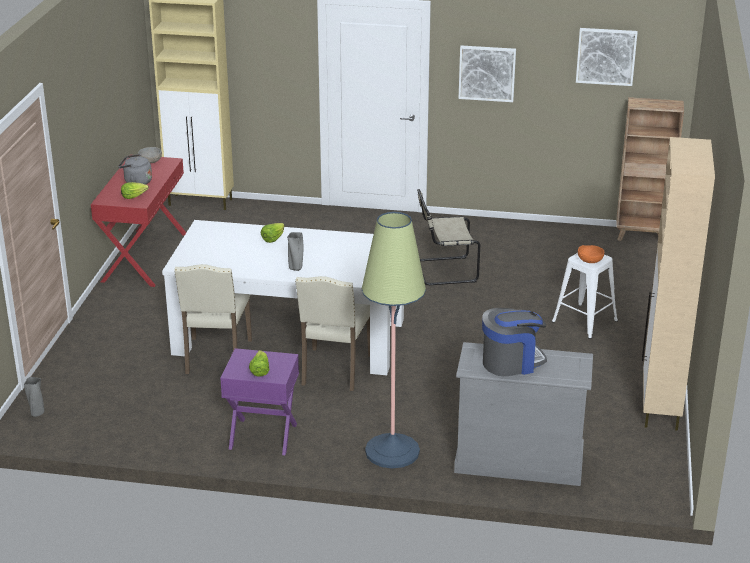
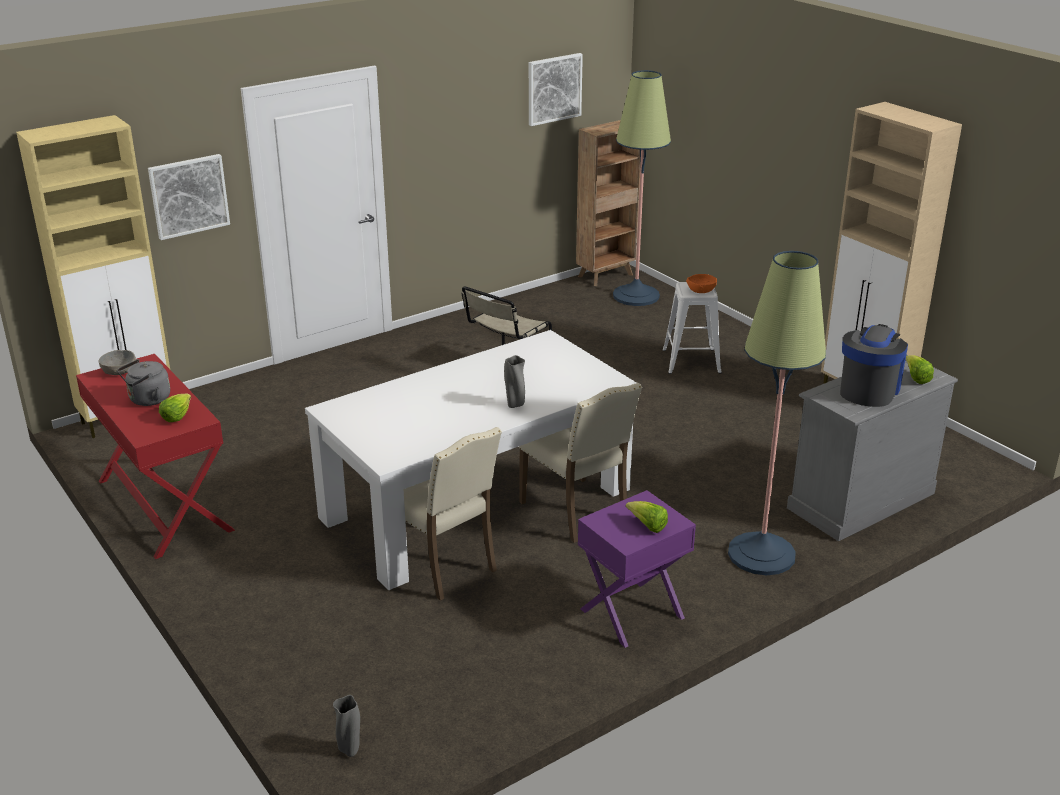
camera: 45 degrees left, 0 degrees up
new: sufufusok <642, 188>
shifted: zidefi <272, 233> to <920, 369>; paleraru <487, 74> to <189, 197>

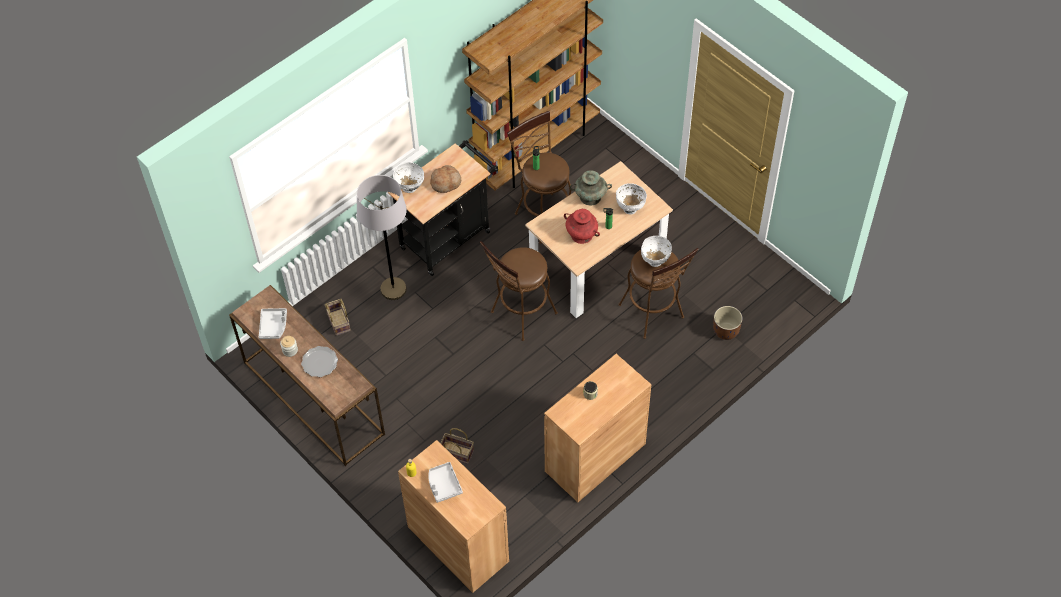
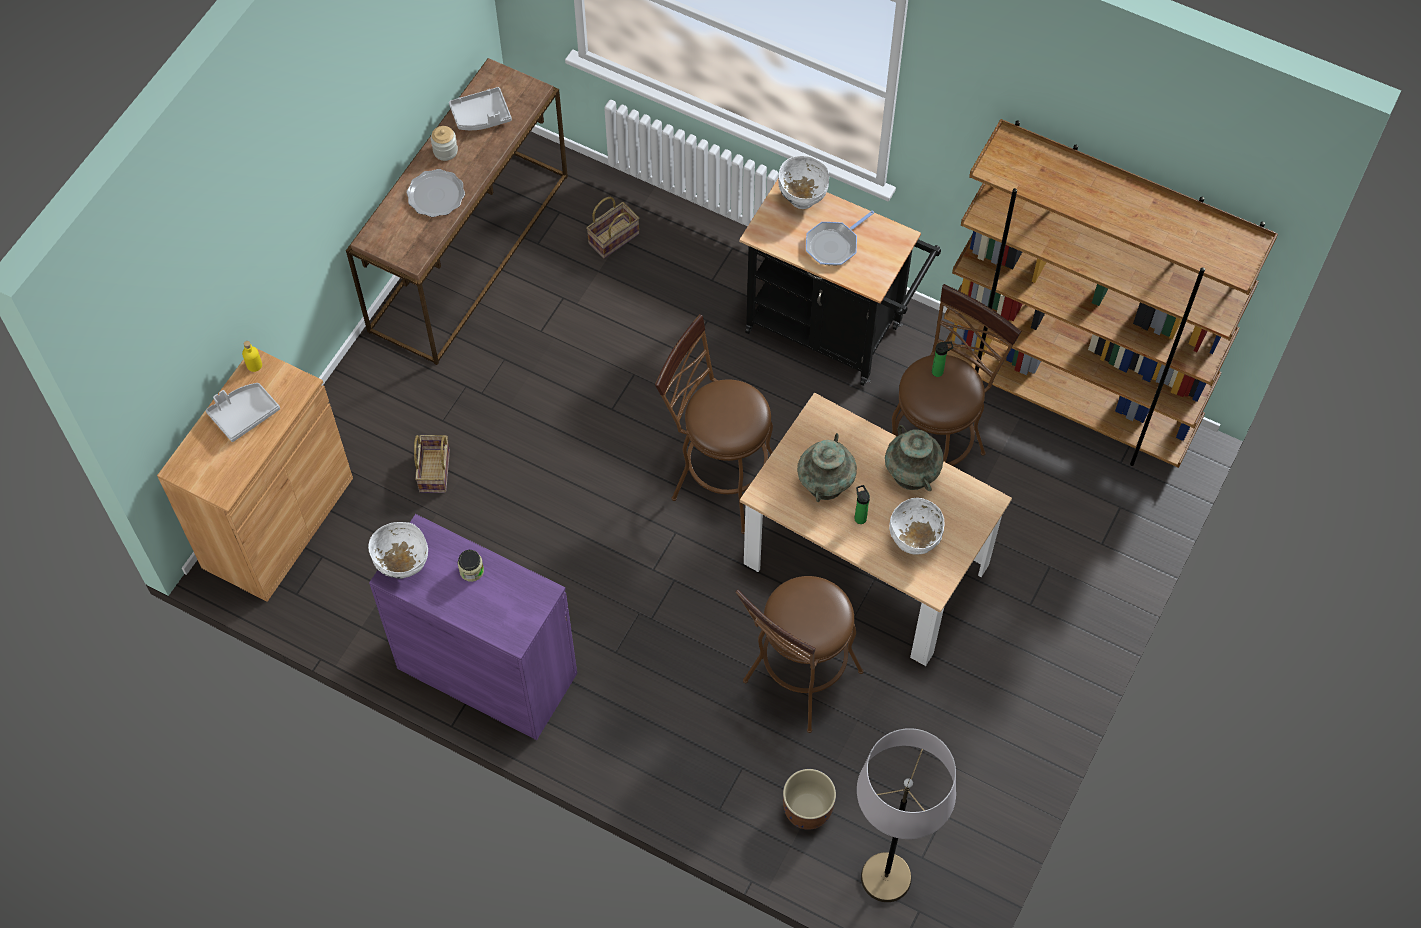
camera: 70 degrees right, 5 degrees up
shifted: grey_sufufusok <382, 237> to <906, 815>; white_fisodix <656, 251> to <398, 550>
swapped: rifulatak <445, 179> to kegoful <840, 238>
repainted: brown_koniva <597, 428> to purple_koniva <473, 627>; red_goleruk <582, 226> to turquoise_goleruk <827, 467>

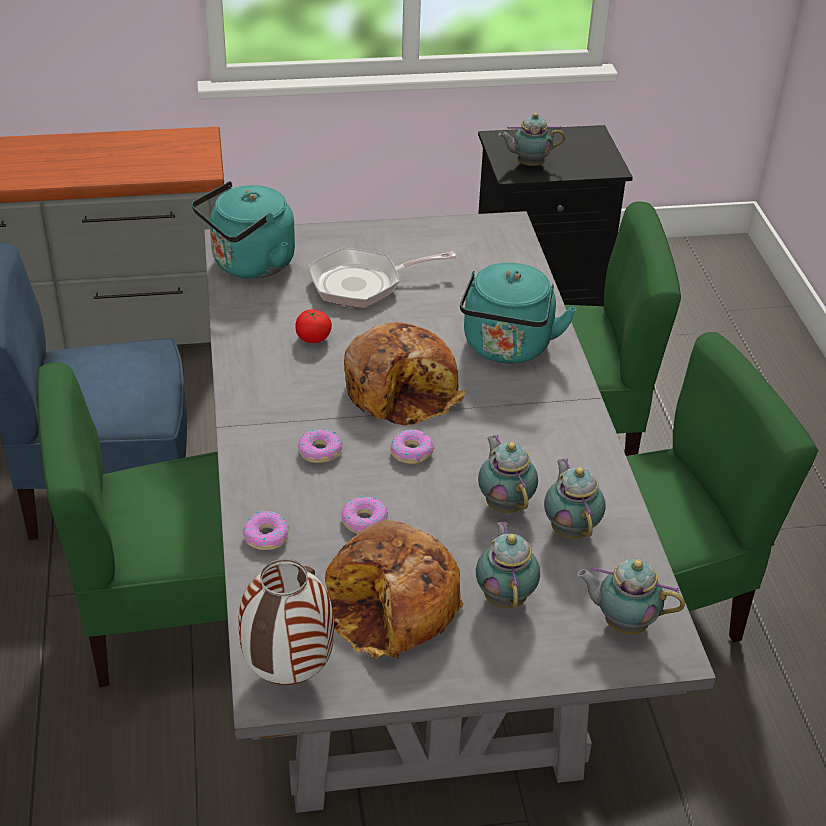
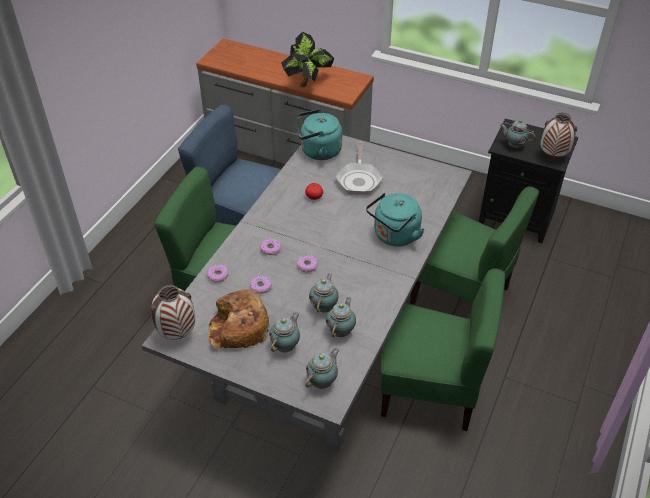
camera: 35 degrees right, 5 degrees up
gone: rifulatak <405, 374>
new: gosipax <307, 59>; goleruk <559, 135>
rotated: kegoful <383, 278> = <359, 168> 105 degrees counterclockwise; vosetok <631, 597> = <322, 368> 75 degrees clockwise

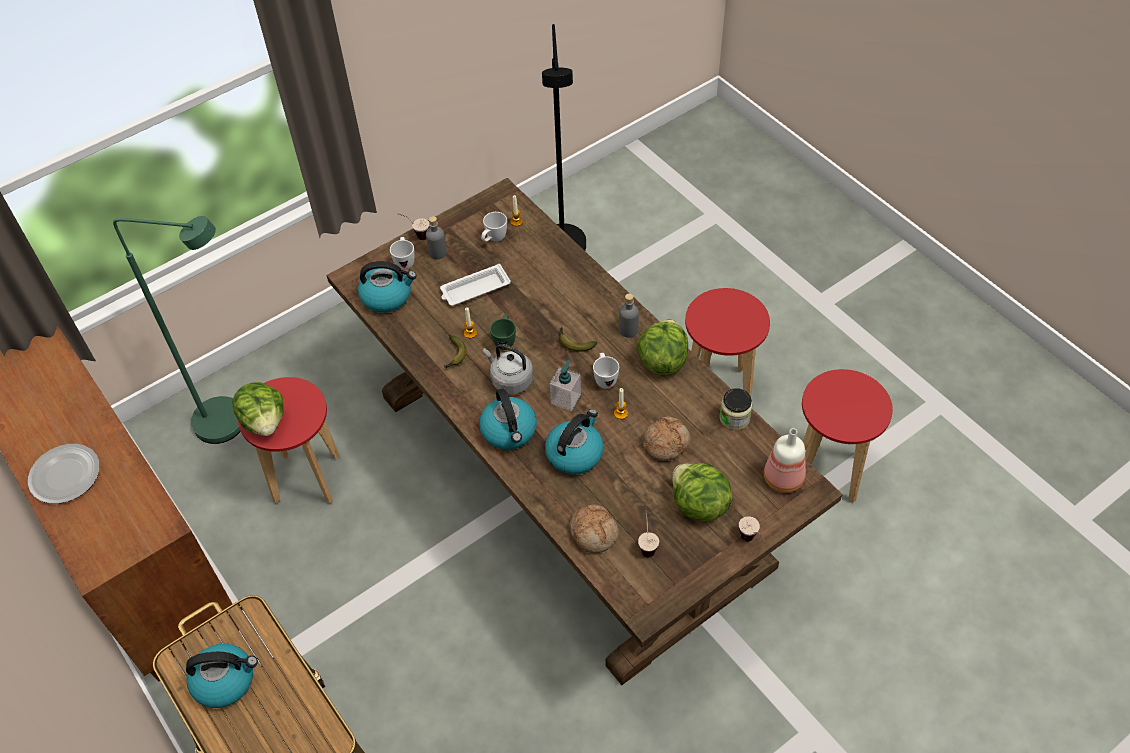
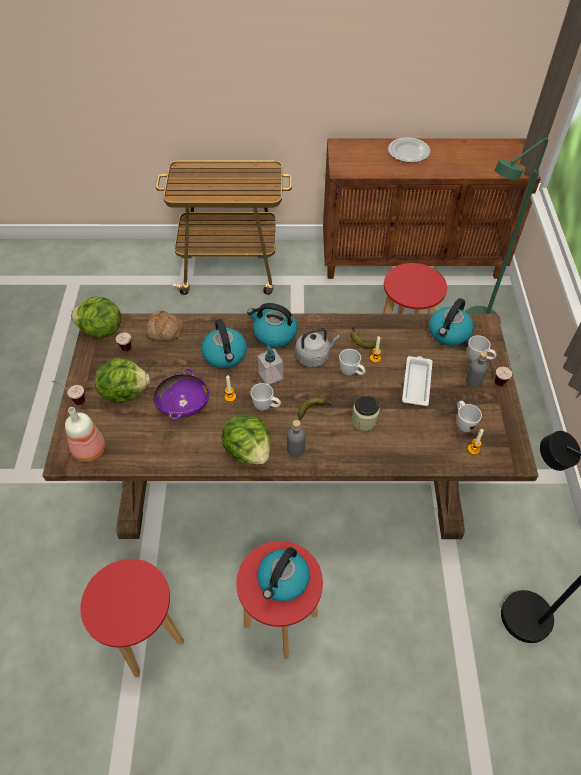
camera: 125 degrees right, 0 degrees up
shifted: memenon <222, 676> to <283, 574>; zidefi <258, 409> to <96, 317>; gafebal <736, 409> to <366, 413>
swapped: rifulatak <667, 439> to purple_fisodix <181, 394>
repainted: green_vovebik <503, 332> to white_vovebik <352, 362>

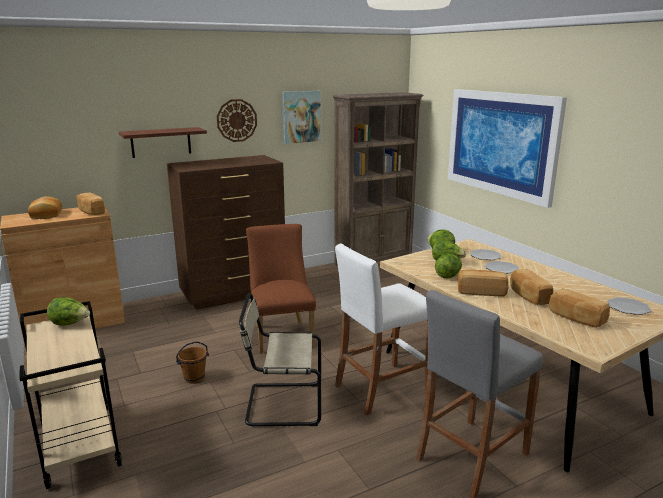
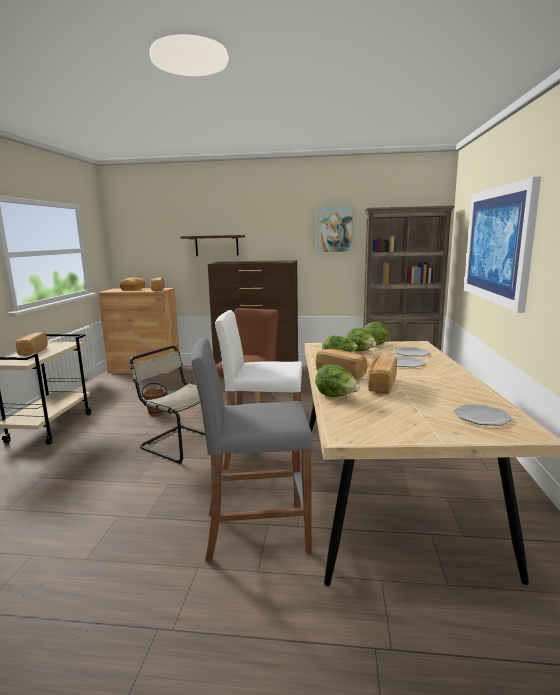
camera: 35 degrees right, 5 degrees down
gone: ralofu <237, 120>
shifted: zidefi <68, 311> to <337, 381>; rifulatak <579, 308> to <32, 344>

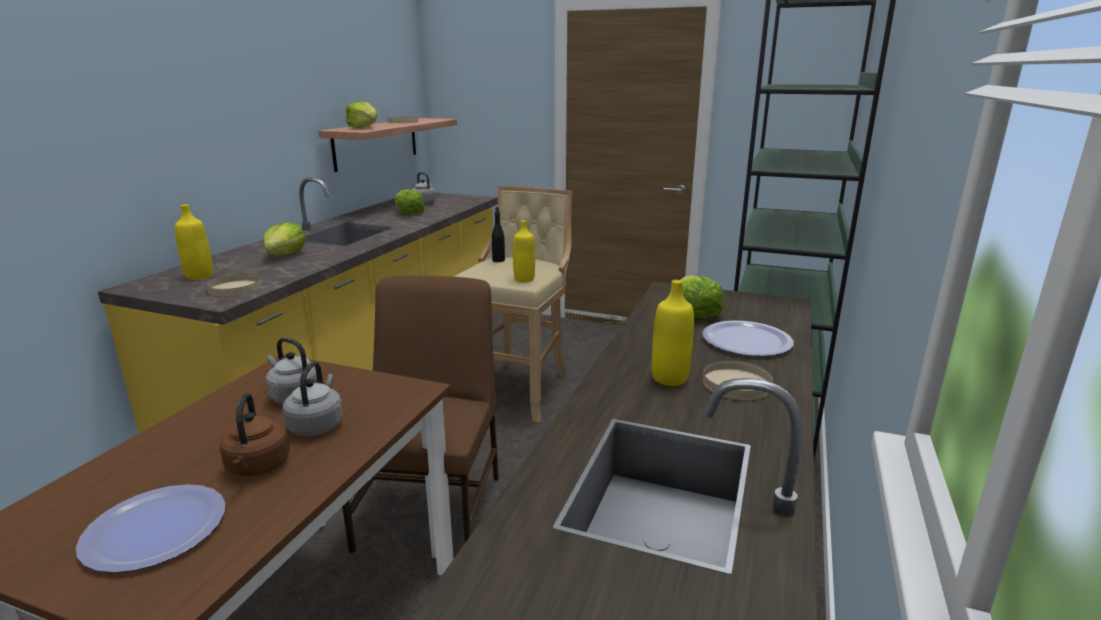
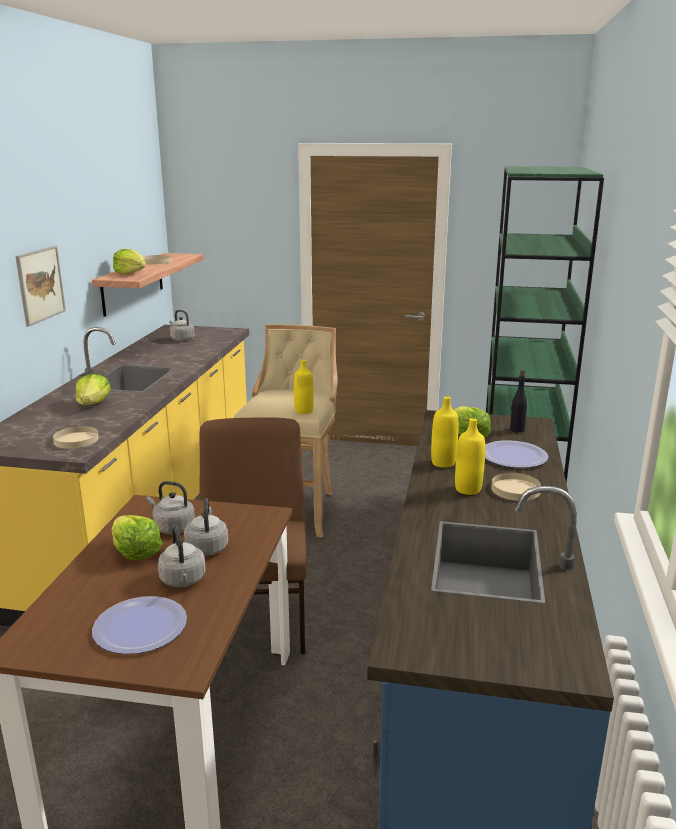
camera: 10 degrees left, 0 degrees up
new: paleraru <40, 286>
shifted: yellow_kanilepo <194, 242> to <445, 432>; zidefi <410, 202> to <137, 537>; black_kanilepo <498, 234> to <518, 401>
repainted: brown_memenon <254, 434> to grey_memenon <182, 556>

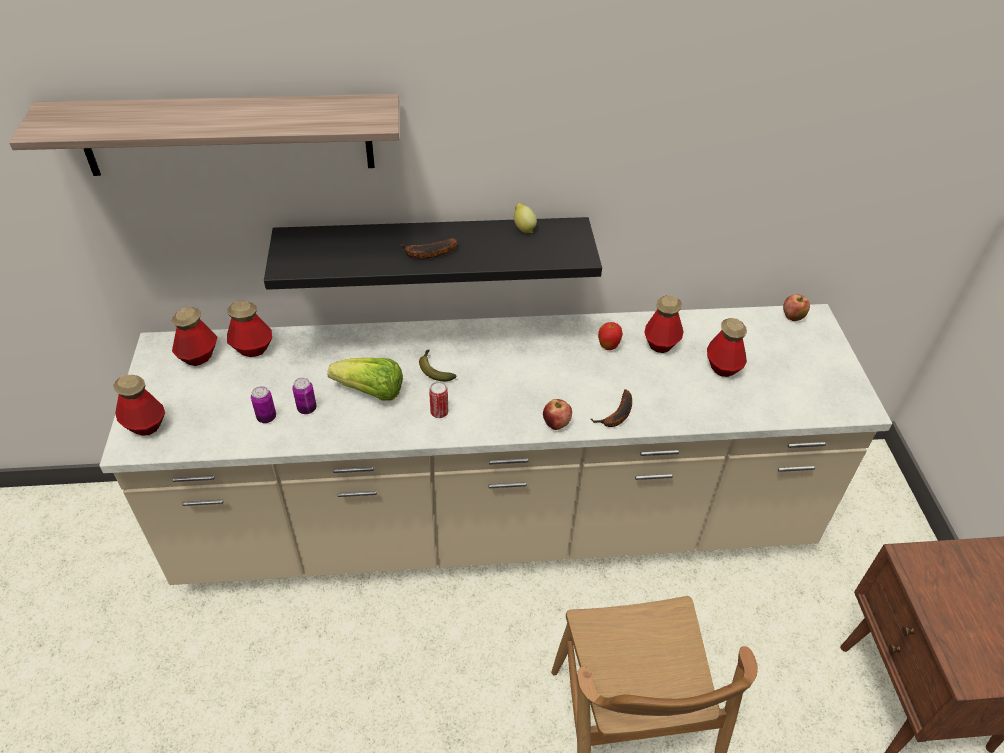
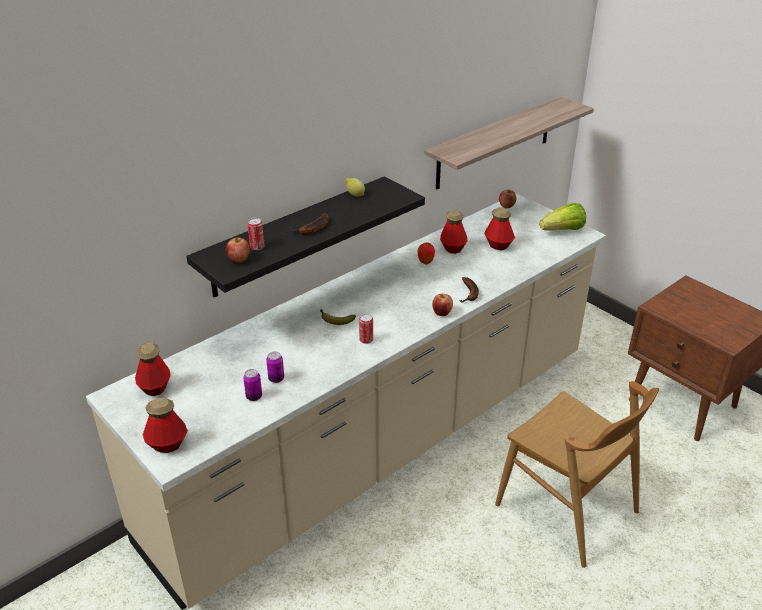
camera: 35 degrees left, 10 degrees down
gone: kanilepo <249, 329>
new: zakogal <238, 250>; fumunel <256, 234>
shifted: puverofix <204, 135> to <509, 143>; zidefi <365, 379> to <563, 217>

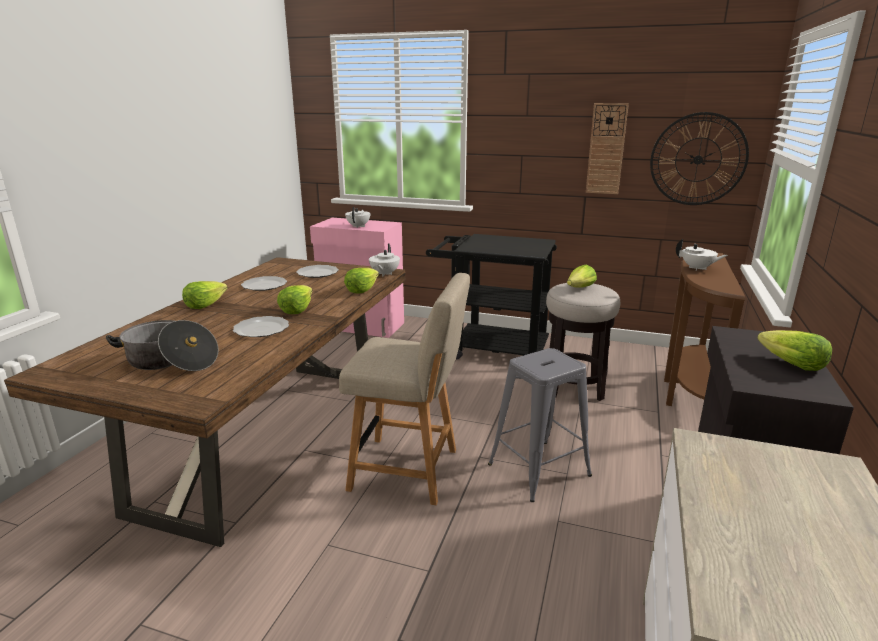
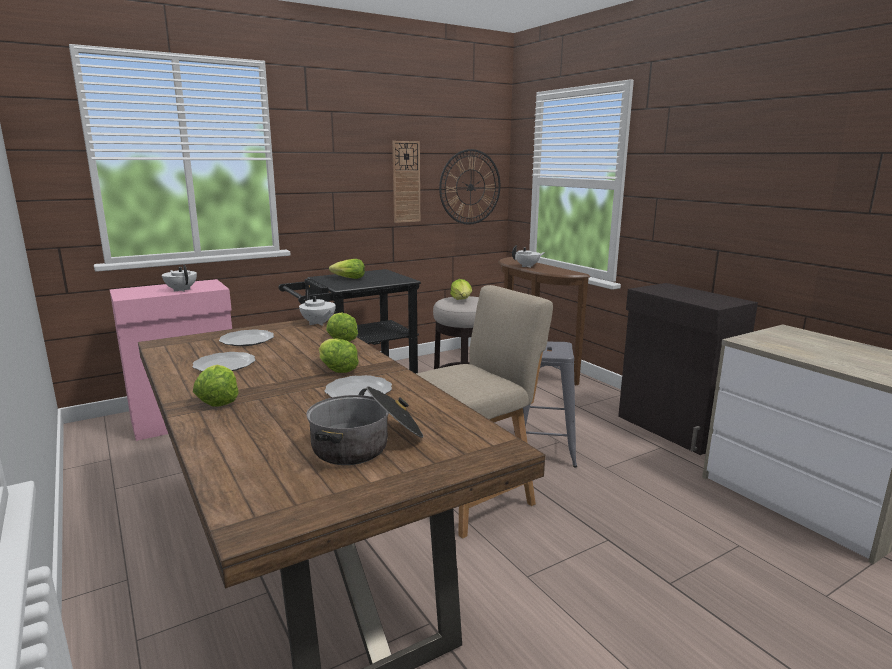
camera: 50 degrees left, 5 degrees down
shifted: zidefi <794, 350> to <347, 269>

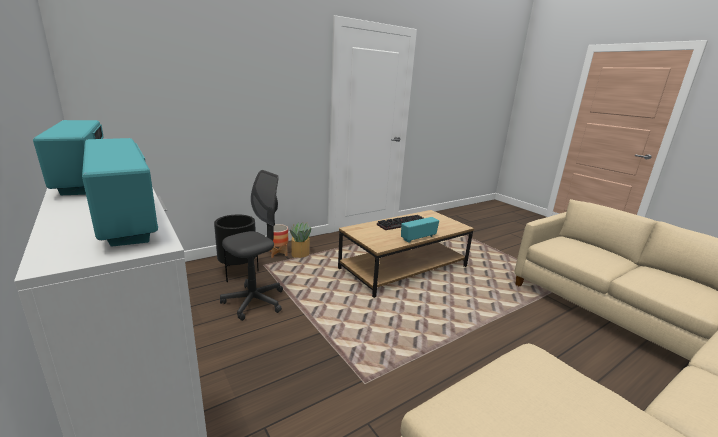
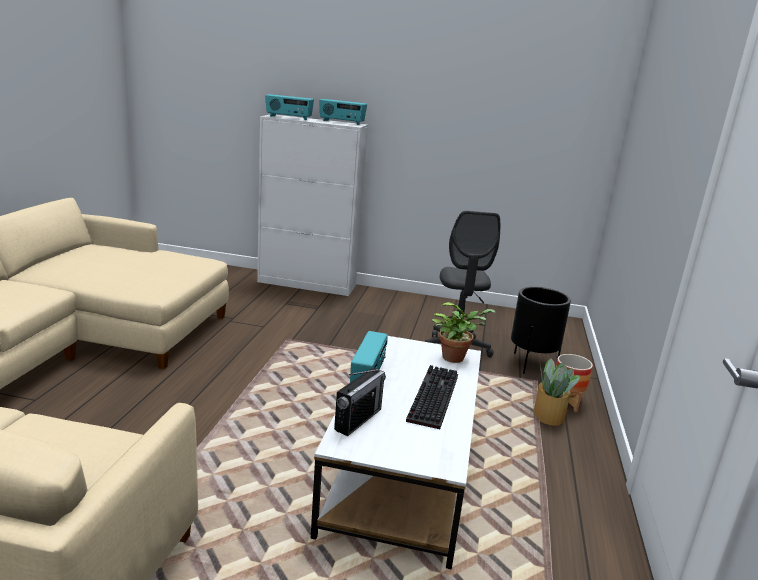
camera: 135 degrees right, 0 degrees up
new: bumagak <360, 402>; gosipax <464, 332>
repainted: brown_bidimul <406, 254> to white_bidimul <396, 452>

